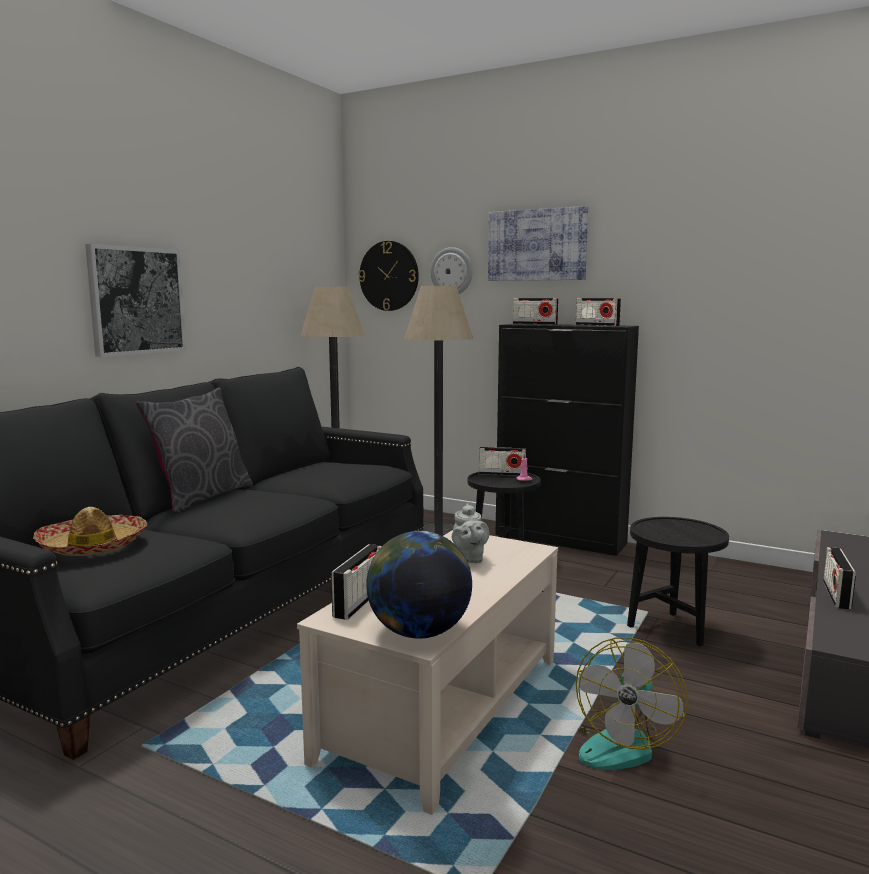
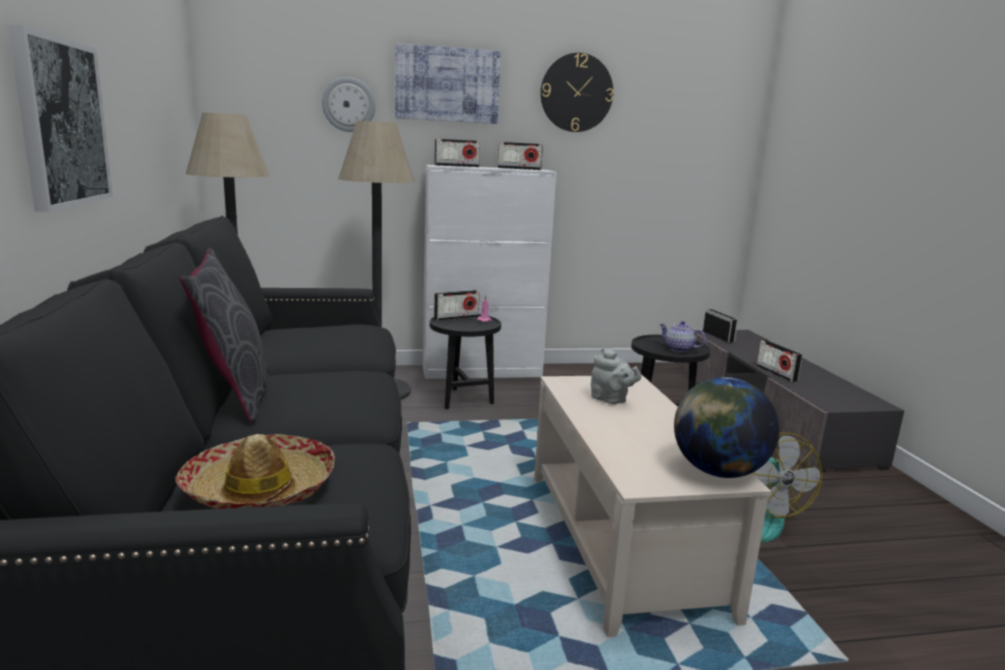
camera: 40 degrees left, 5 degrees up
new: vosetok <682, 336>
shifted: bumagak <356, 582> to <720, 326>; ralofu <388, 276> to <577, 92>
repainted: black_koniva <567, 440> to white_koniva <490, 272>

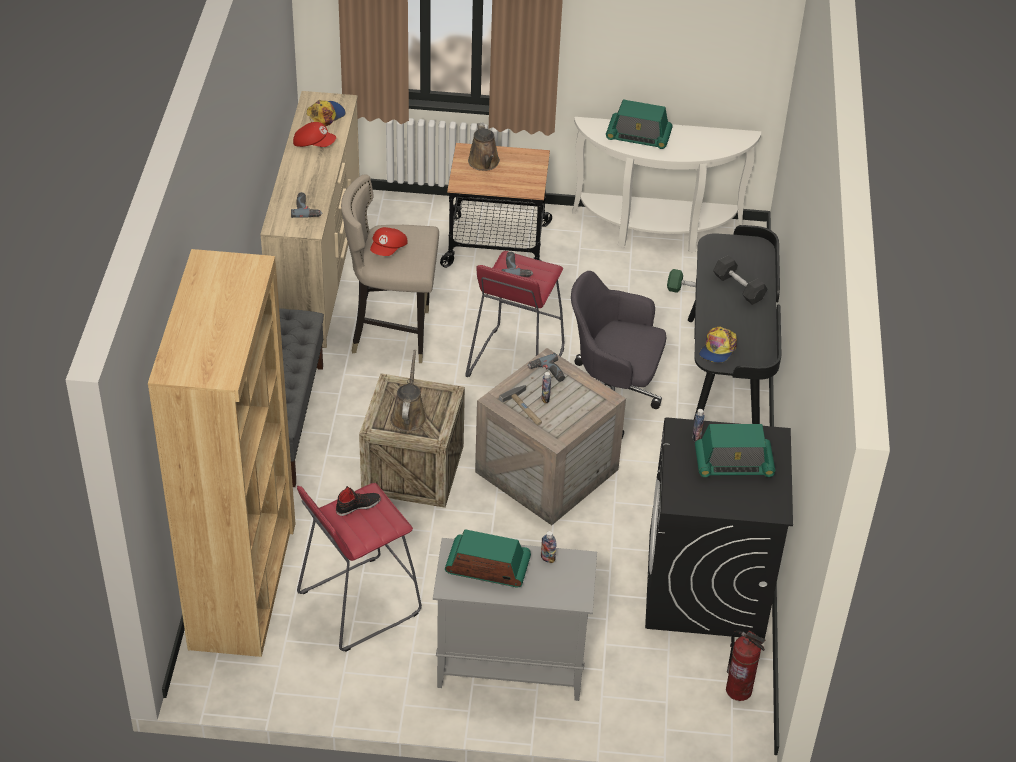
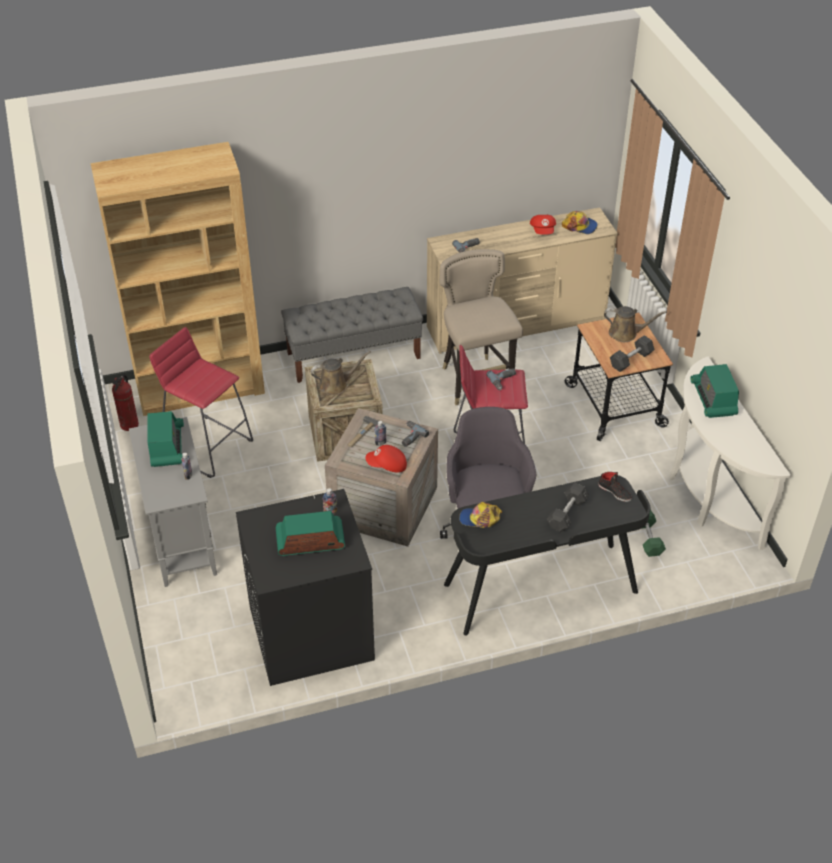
camera: 70 degrees right, 0 degrees up
new: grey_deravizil <632, 353>
shifted: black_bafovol <358, 501> to <615, 487>; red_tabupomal <389, 241> to <386, 459>; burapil <746, 665> to <125, 403>
rotated: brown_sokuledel <484, 146> = <635, 324> 135 degrees counterclockwise; bumagak <735, 450> = <310, 533> 105 degrees clockwise

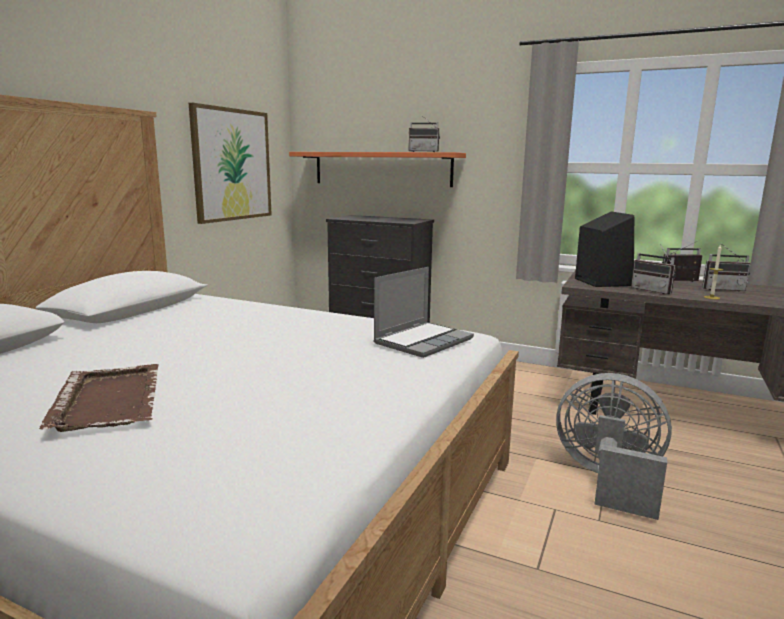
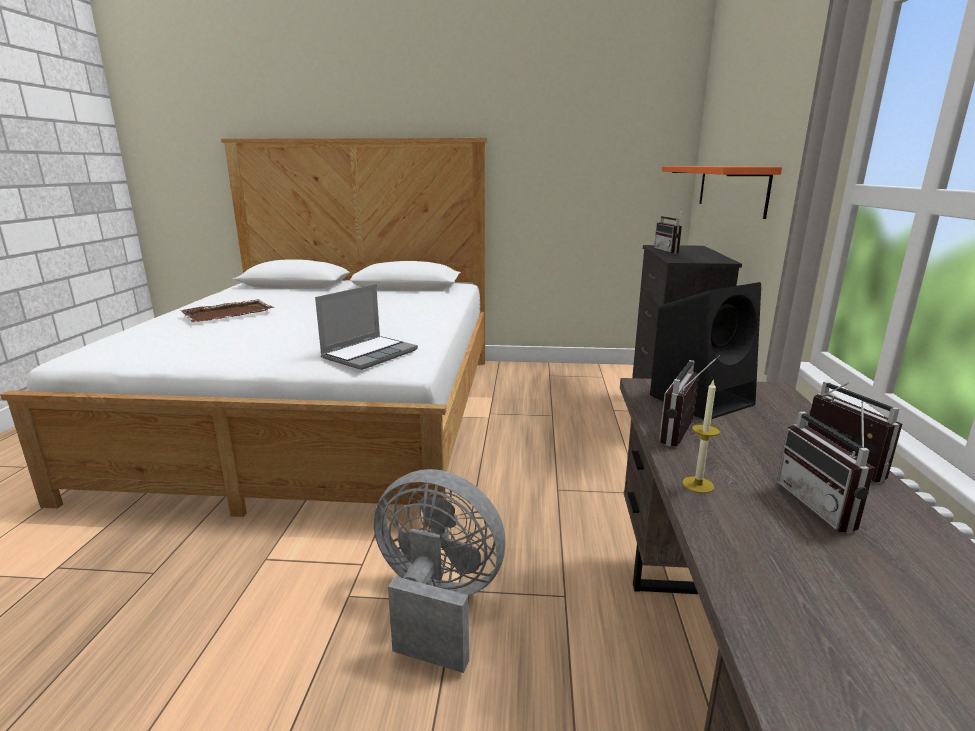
camera: 70 degrees right, 5 degrees up
gone: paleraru <230, 163>
shifted: bumagak <424, 134> to <668, 231>
rotated: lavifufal <423, 312> = <366, 327> 75 degrees counterclockwise; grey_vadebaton <614, 446> = <440, 571> 75 degrees counterclockwise

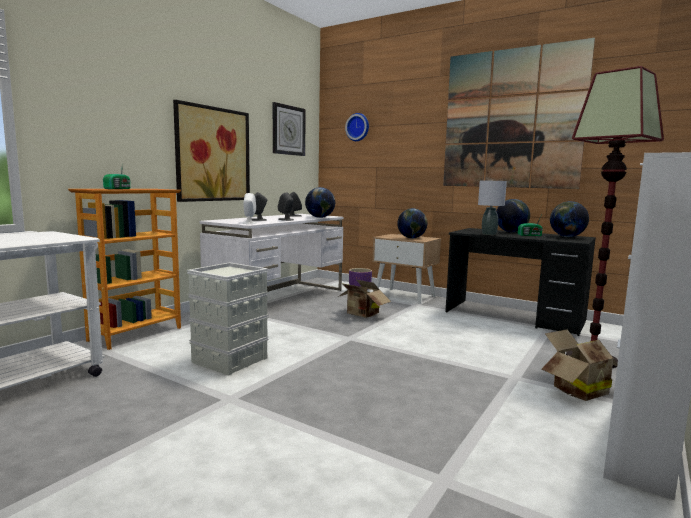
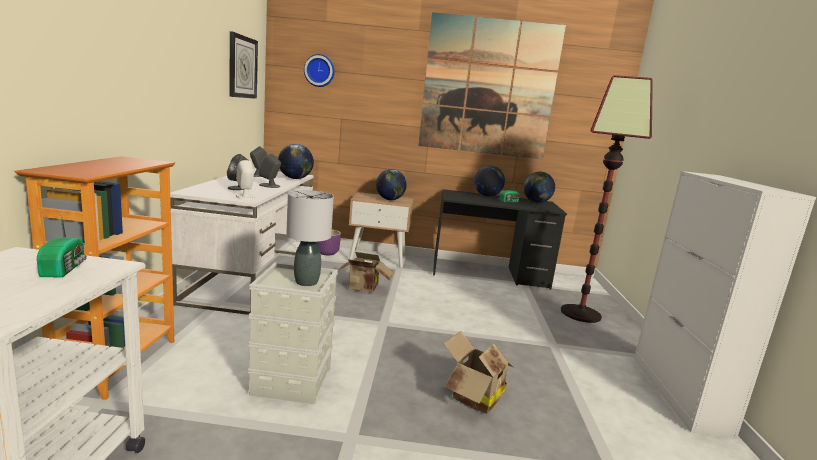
camera: 30 degrees left, 5 degrees up
gone: paleraru <211, 151>
shifted: bumagak <116, 176> to <62, 243>; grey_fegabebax <492, 207> to <310, 238>; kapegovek <580, 365> to <478, 372>

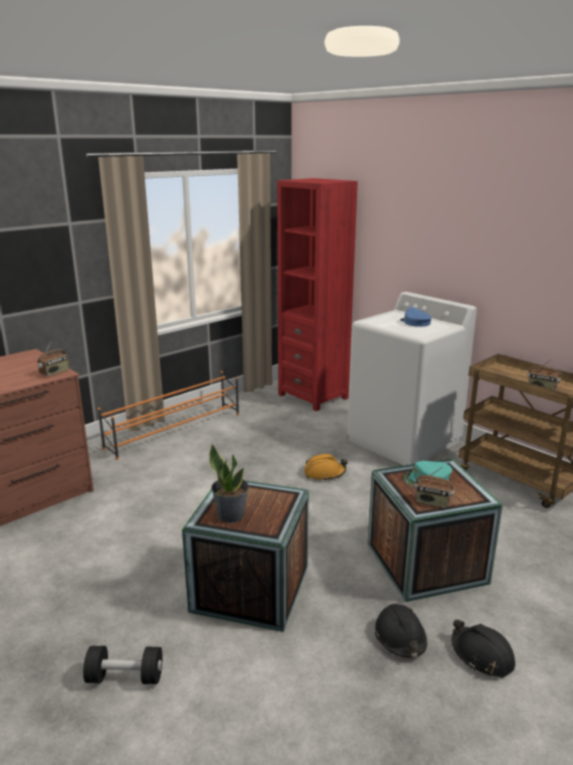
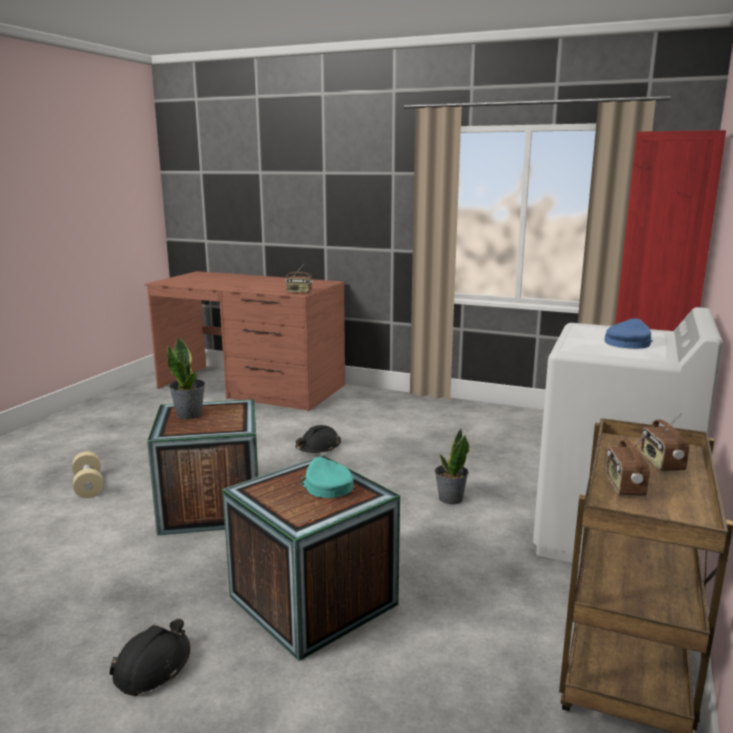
camera: 65 degrees right, 5 degrees down
gone: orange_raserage <168, 415>
shifted: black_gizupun <401, 631> to <318, 439>; bumagak <434, 487> to <665, 441>
swapped: orange_gizupun <325, 467> to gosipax <452, 467>
repainted: black_deravizil <123, 665> to beige_deravizil <87, 474>

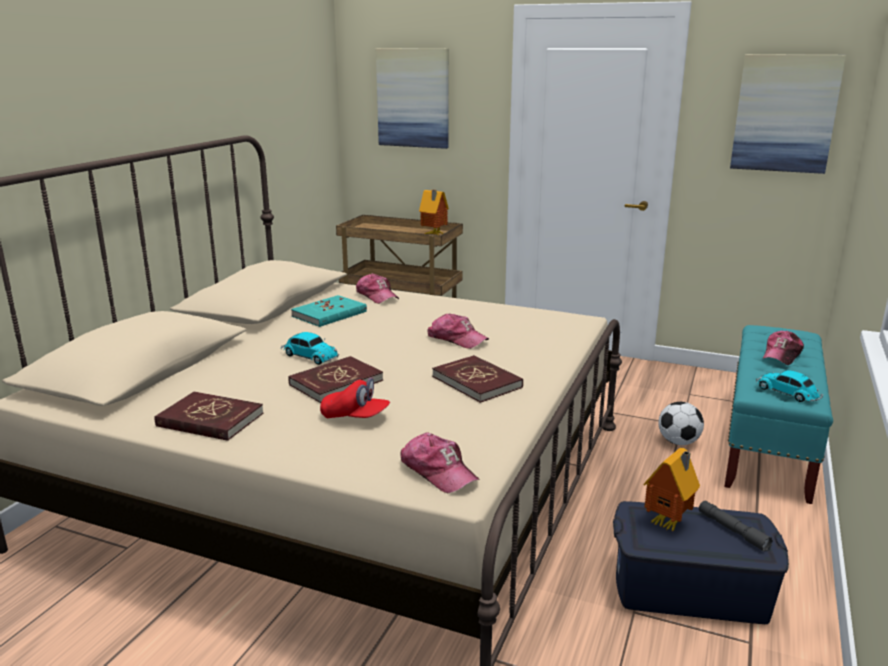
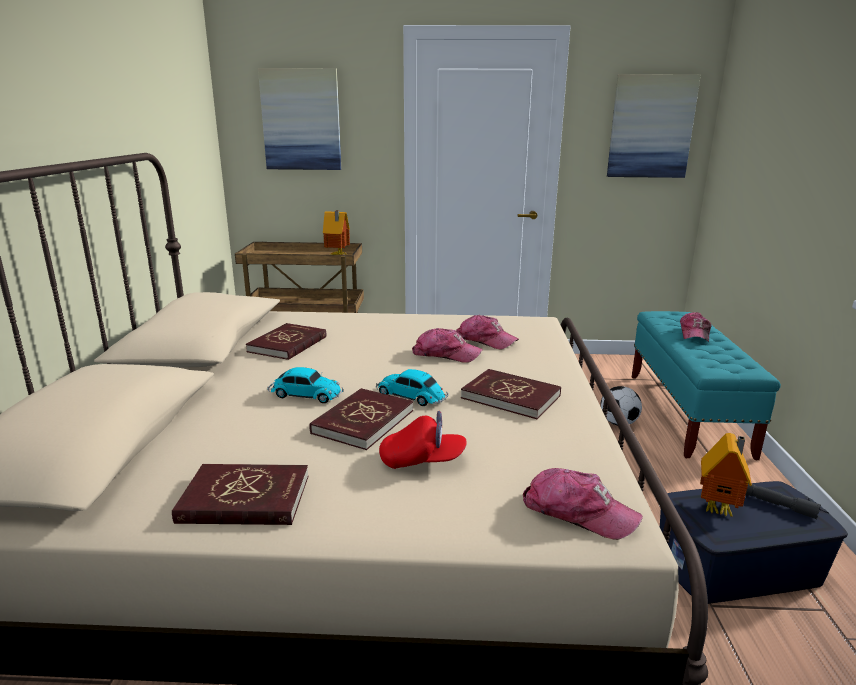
camera: 20 degrees left, 0 degrees up
shifted: tabupomal <377, 288> to <487, 332>; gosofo <789, 386> to <412, 387>
repainted: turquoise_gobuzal <329, 311> to red_gobuzal <286, 341>

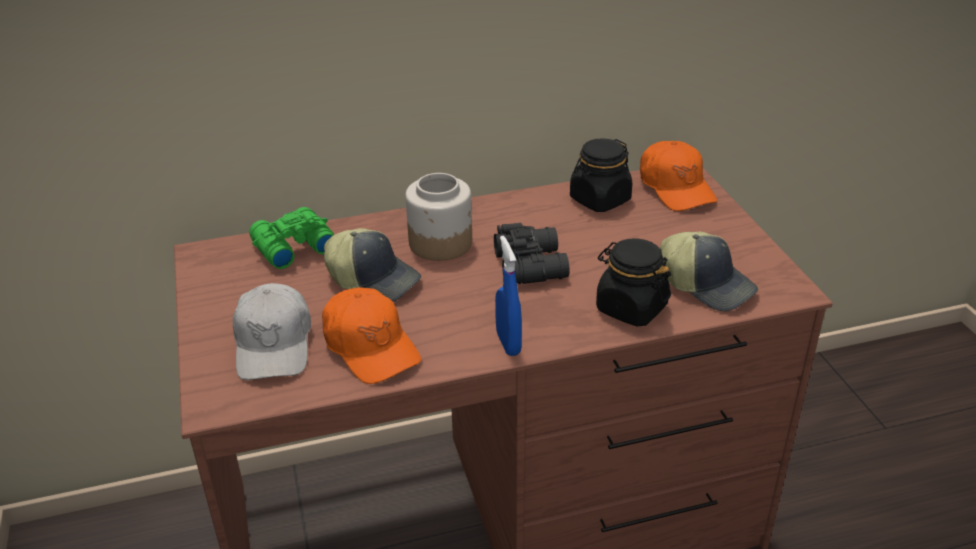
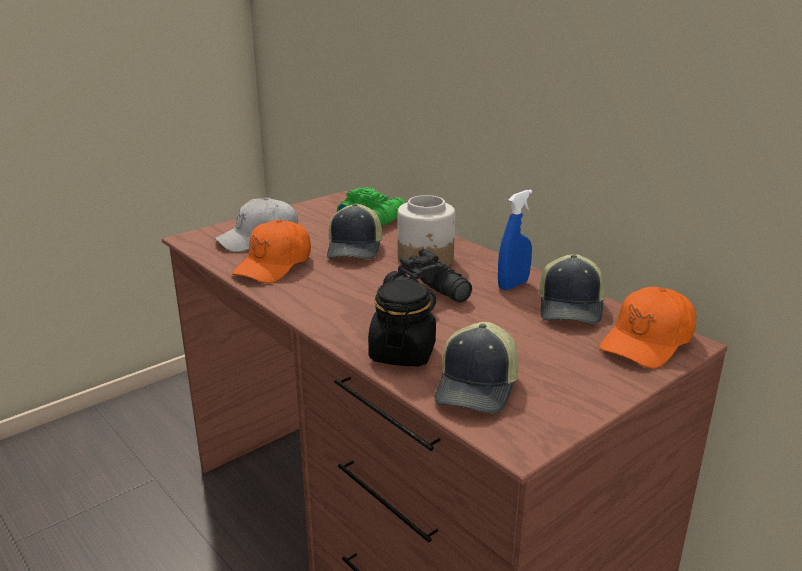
camera: 65 degrees right, 10 degrees down
shifted: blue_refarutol <508, 296> to <515, 239>
swapped: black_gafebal <601, 175> to tabupomal <572, 289>

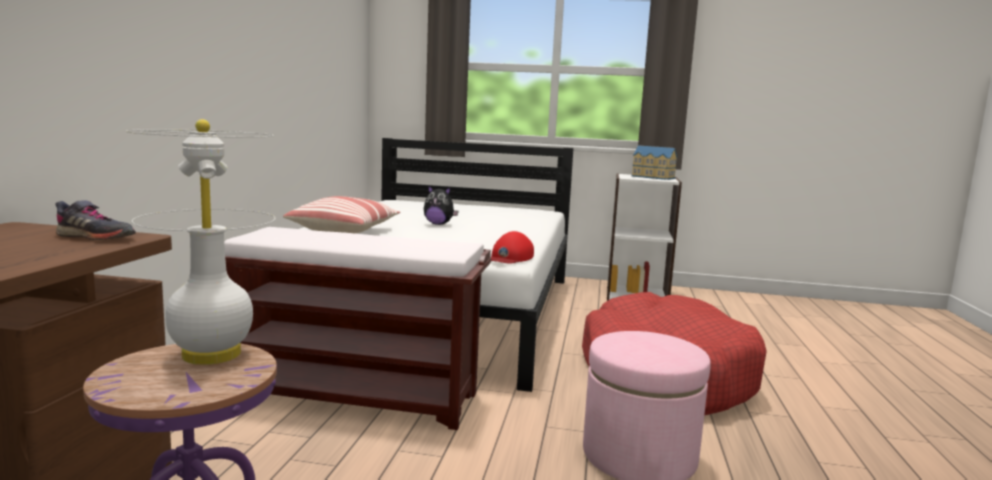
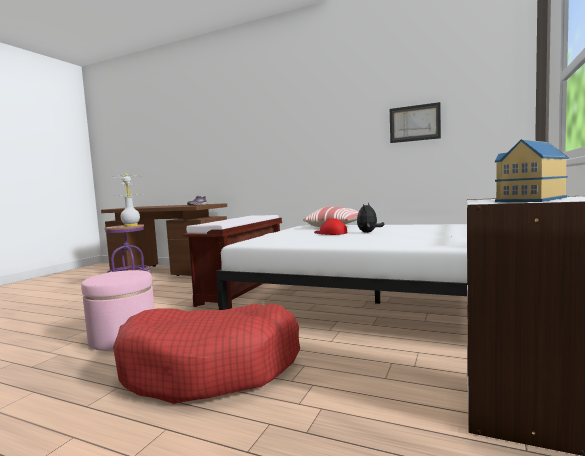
camera: 105 degrees right, 5 degrees down
new: paleraru <415, 122>
shifted: red_tabupomal <512, 247> to <330, 226>

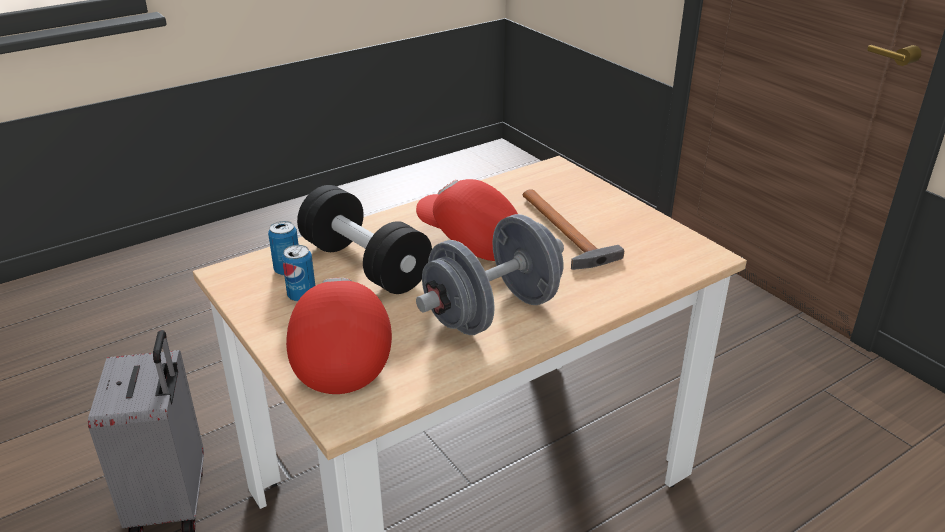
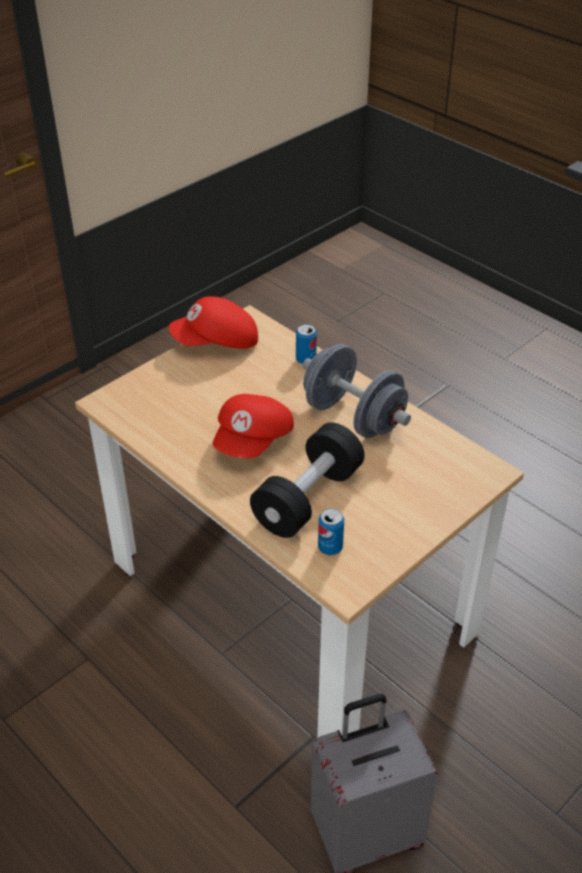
camera: 100 degrees left, 10 degrees up
gone: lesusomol <573, 229>
shifted: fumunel <298, 273> to <306, 344>; red_tabupomal <339, 336> to <213, 322>

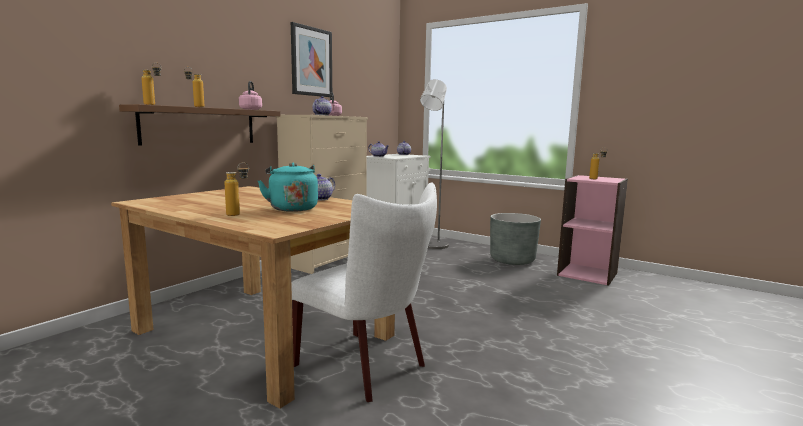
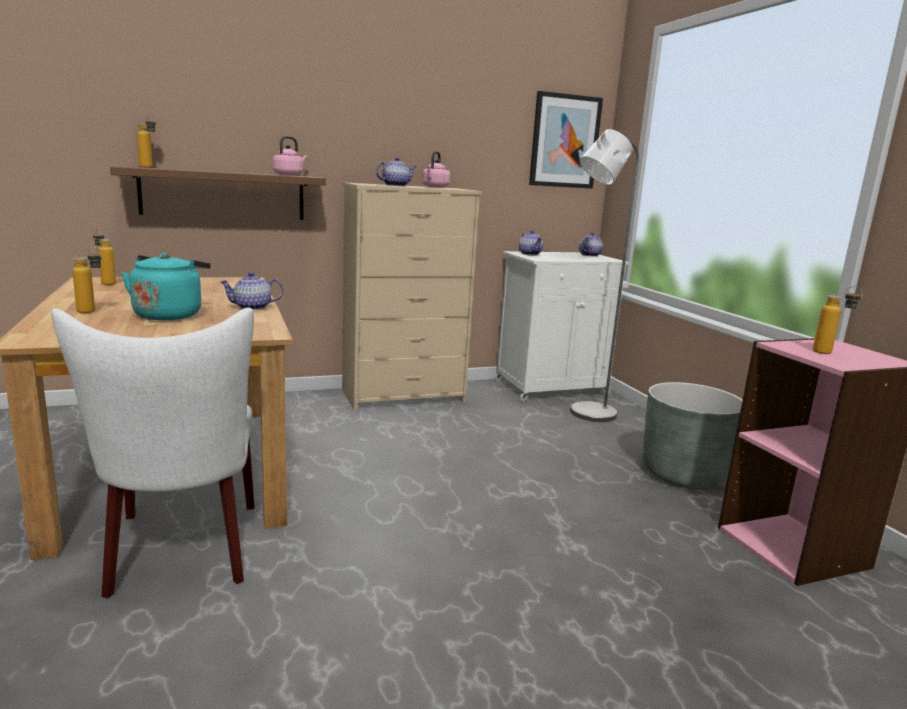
camera: 35 degrees right, 5 degrees up
shifted: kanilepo <194, 87> to <104, 257>; paleraru <311, 59> to <566, 140>

